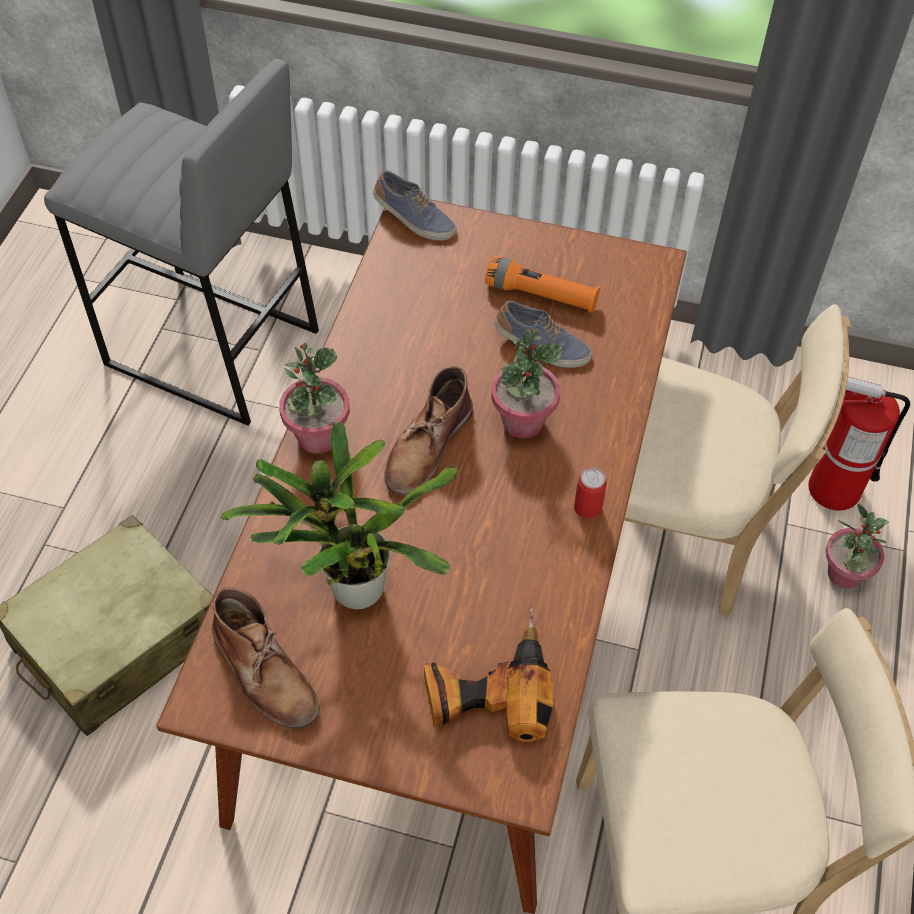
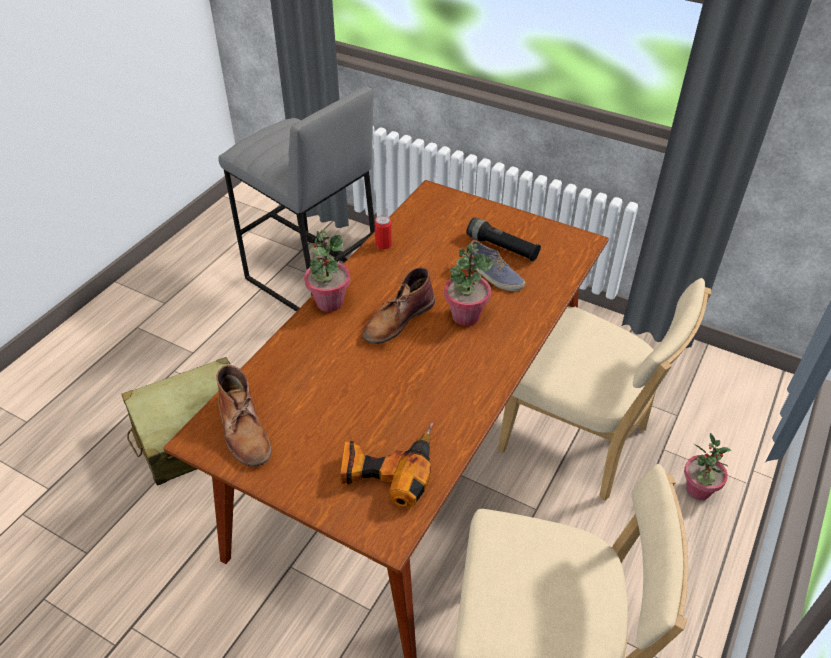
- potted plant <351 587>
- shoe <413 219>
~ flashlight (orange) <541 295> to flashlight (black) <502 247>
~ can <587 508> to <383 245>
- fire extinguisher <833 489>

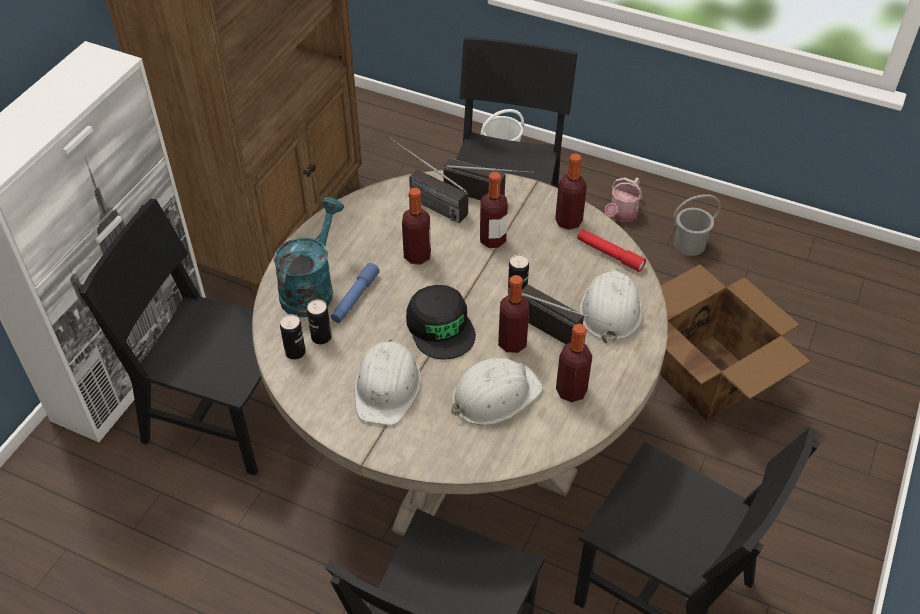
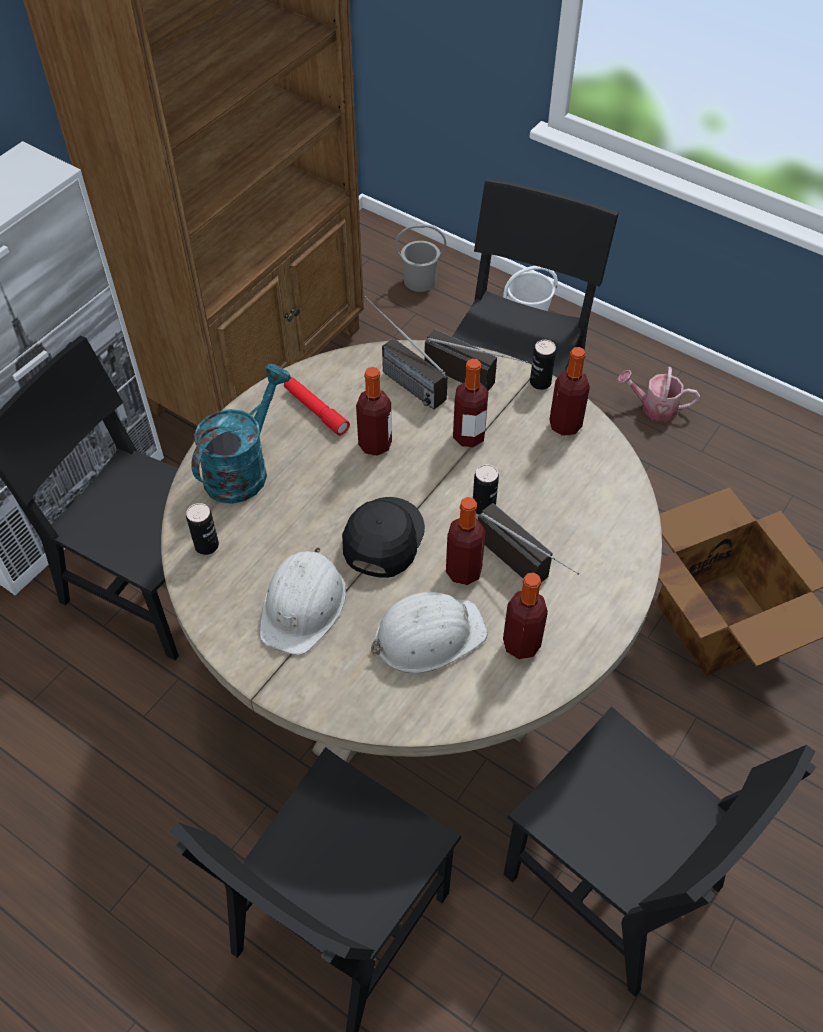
~ can <321 337> to <540 382>
- flashlight (blue) <355 298>
~ cap (black) <440 327> = <383 538> 150 degrees counterclockwise
~ flashlight (red) <609 254> to <316 410>
- hard hat (white) <610 309>
~ watering can <621 215> = <654 407> 60 degrees clockwise
~ bucket (grey) <689 244> to <419 280>

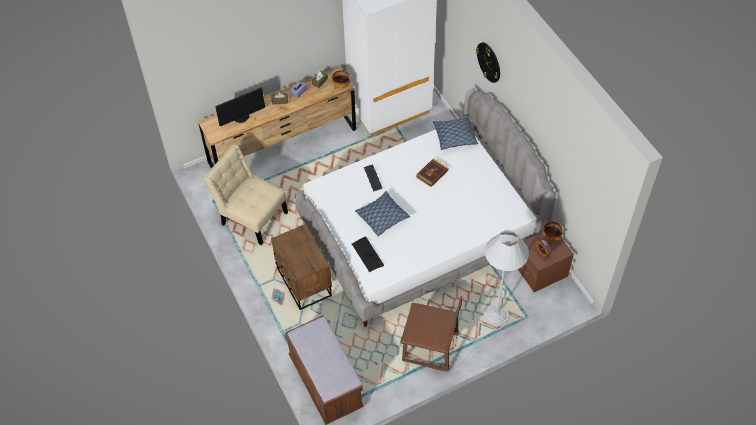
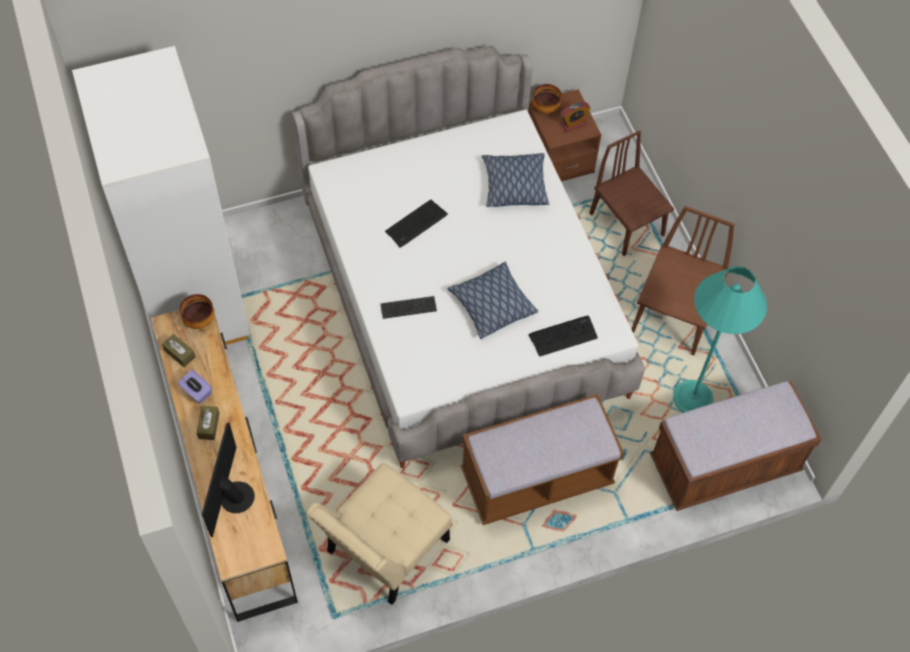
~ monitor <241 117> = <233 497> 150 degrees counterclockwise
~ nightstand (brown) <303 283> to bench (brown) <536 478>
~ book <432 174> to keyboard <416 224>
~ pillow <455 136> to <514 186>
- wall clock <489 62>
~ floor lamp (white) <496 315> to chair (brown) <626 224>
+ floor lamp (turquoise) <693 398>

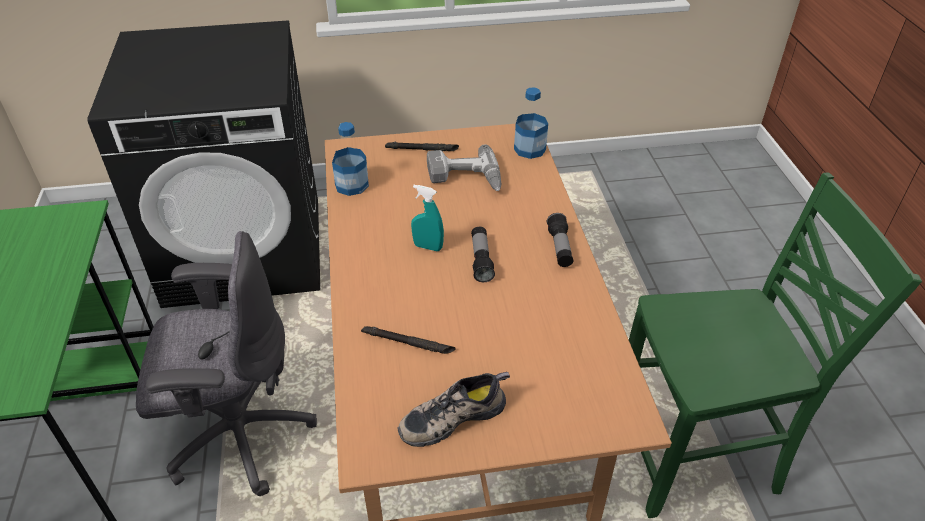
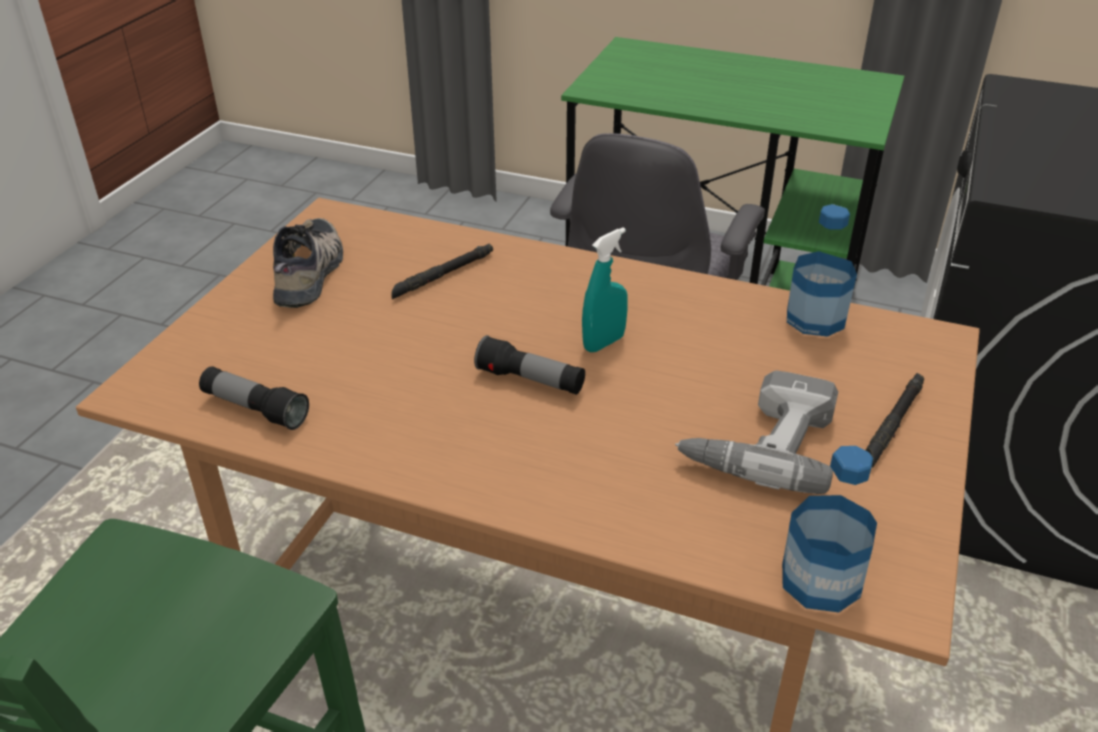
~ flashlight <559 247> to <255 409>

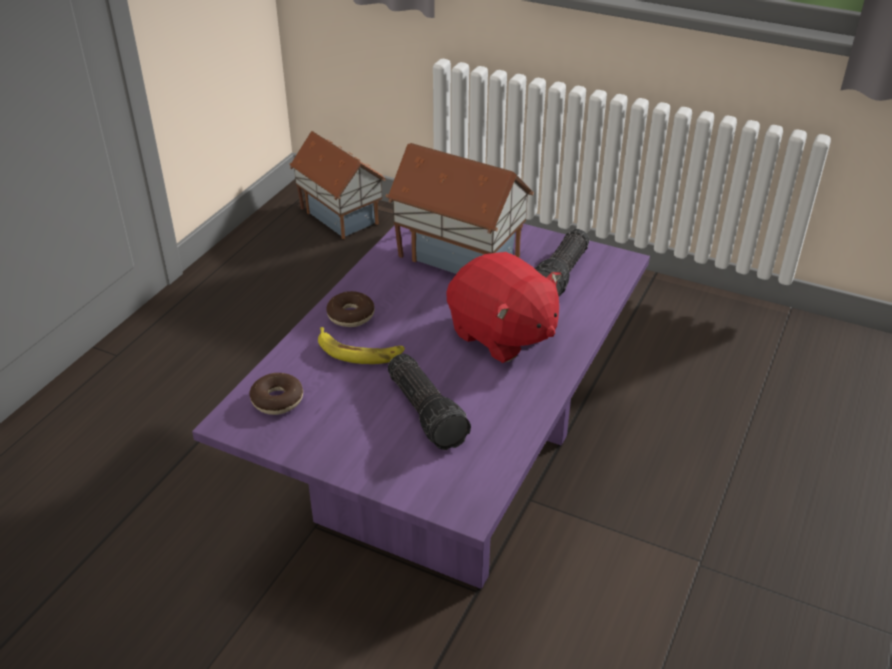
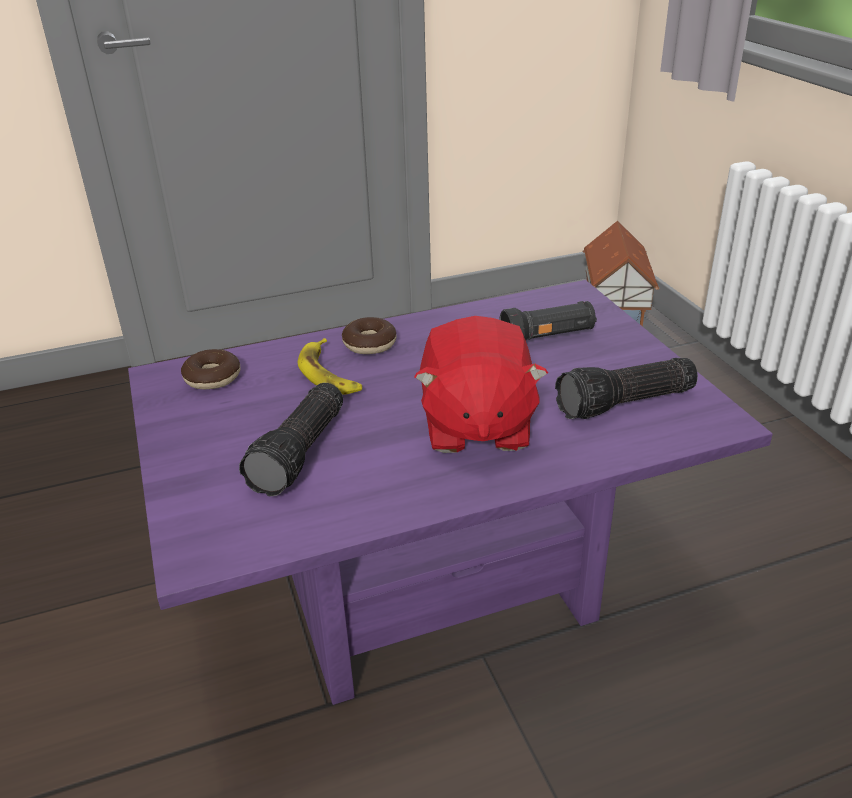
~ toy house <460 253> to flashlight (black) <548 338>

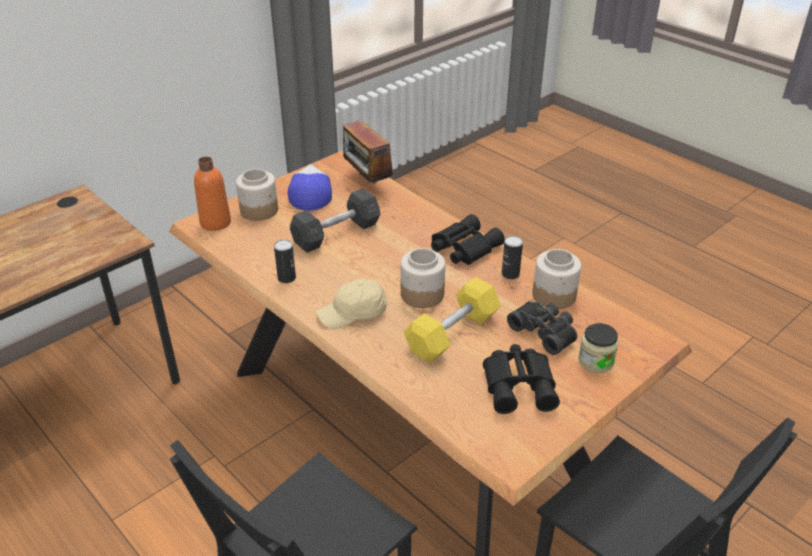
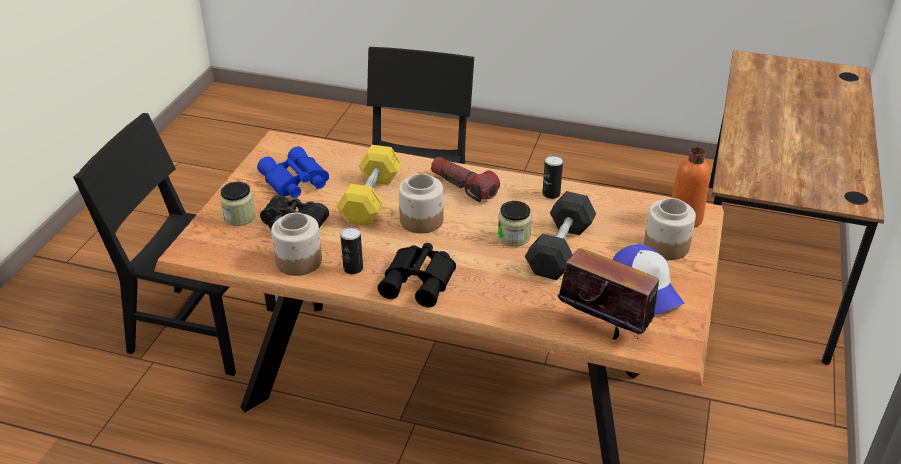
~ cap (beige) <353 313> to flashlight <464 186>
~ binoculars (black) <520 385> to binoculars (blue) <294 182>
+ jar <513 237>

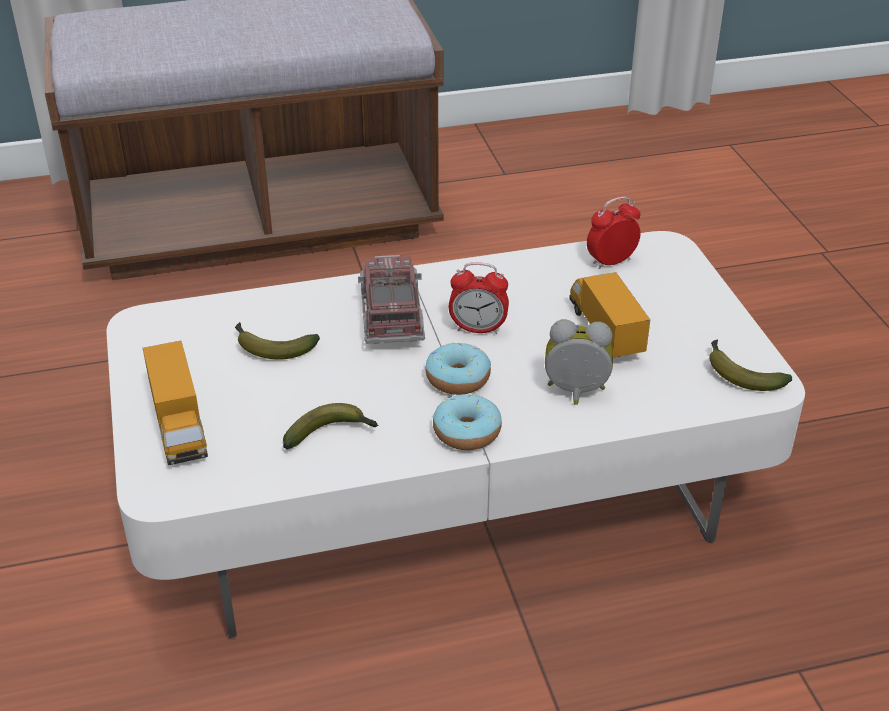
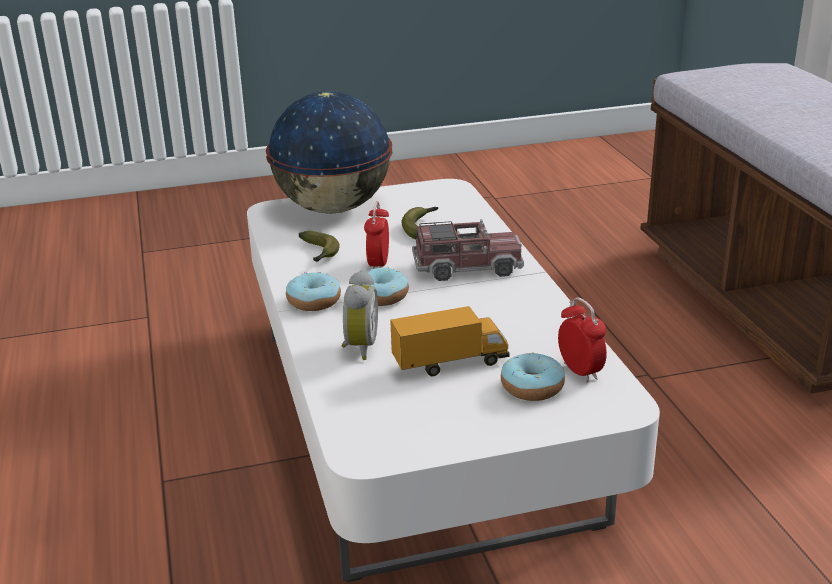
~ toy truck <179 426> to globe <334 208>
~ alarm clock <478 329> to <378 264>
- banana <740 373>
+ donut <532 387>

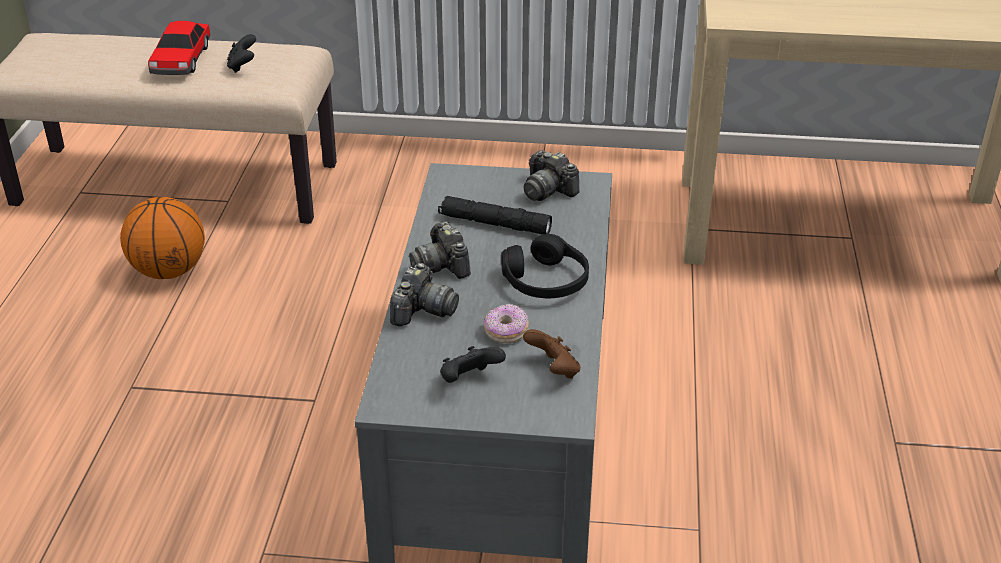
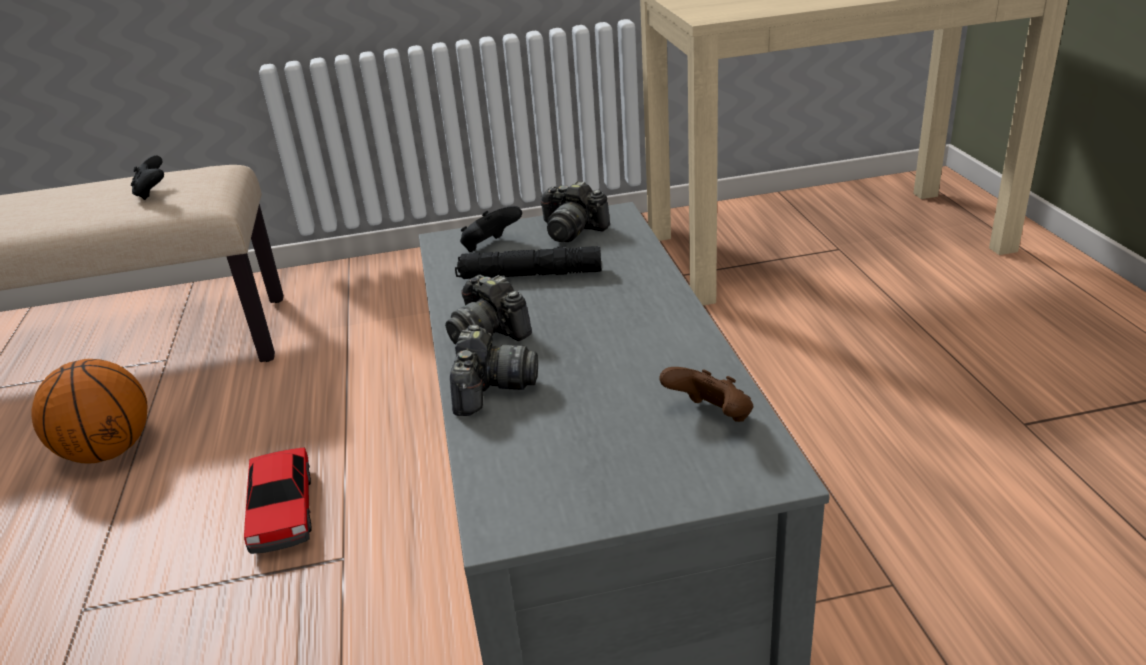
~ toy car <181 60> to <282 512>
~ game controller (black) <469 380> to <490 247>
- donut <506 332>
- headphones (black) <546 281>

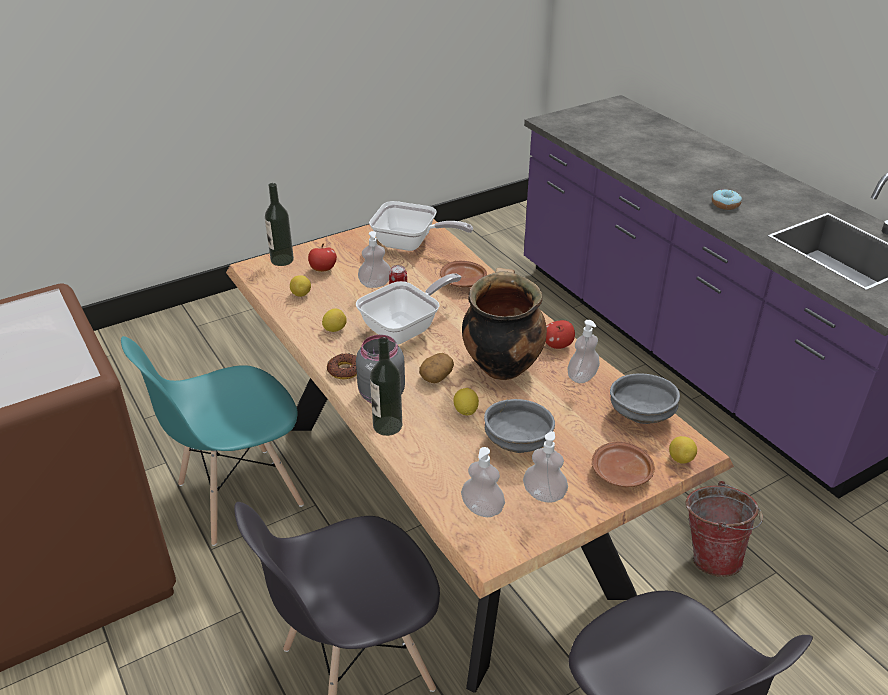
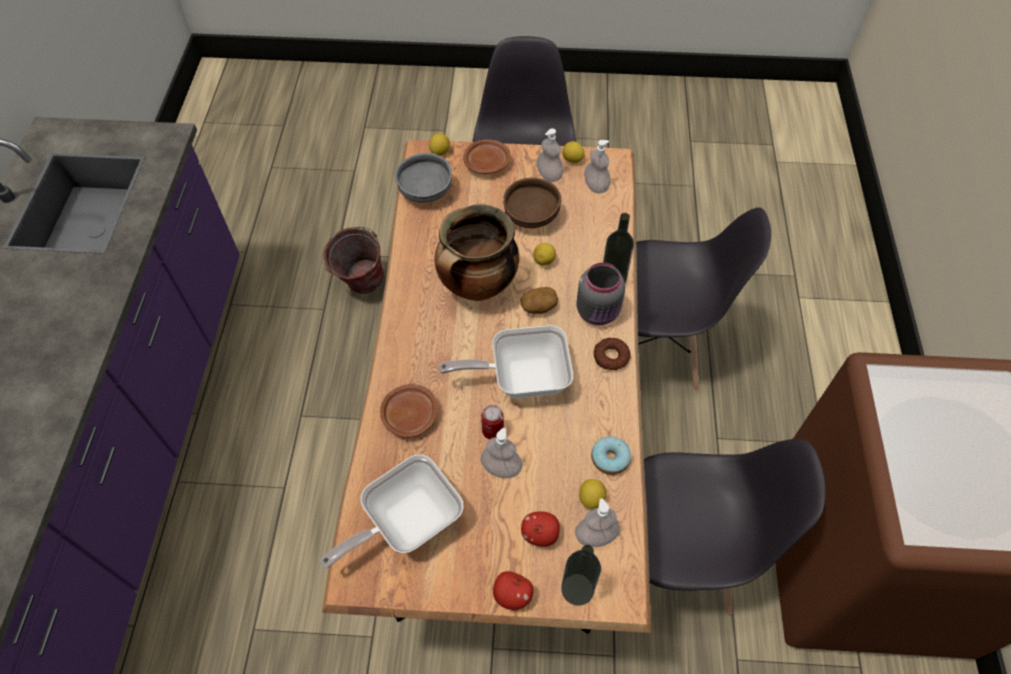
~ chair (turquoise) <238 495> to chair (grey) <677 562>
~ lemon <335 329> to <572 160>
~ frying pan <411 244> = <405 523> 90 degrees counterclockwise
~ bowl (grey) <518 442> to bowl (brown) <530 216>
~ apple <557 345> to <512 595>
~ soap dispenser <582 377> to <595 536>
~ donut <725 204> to <610 458>

